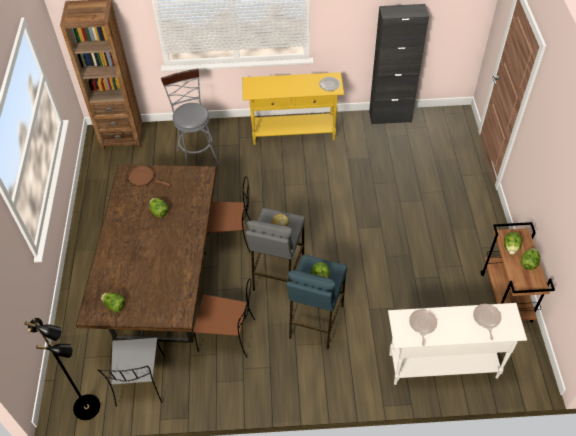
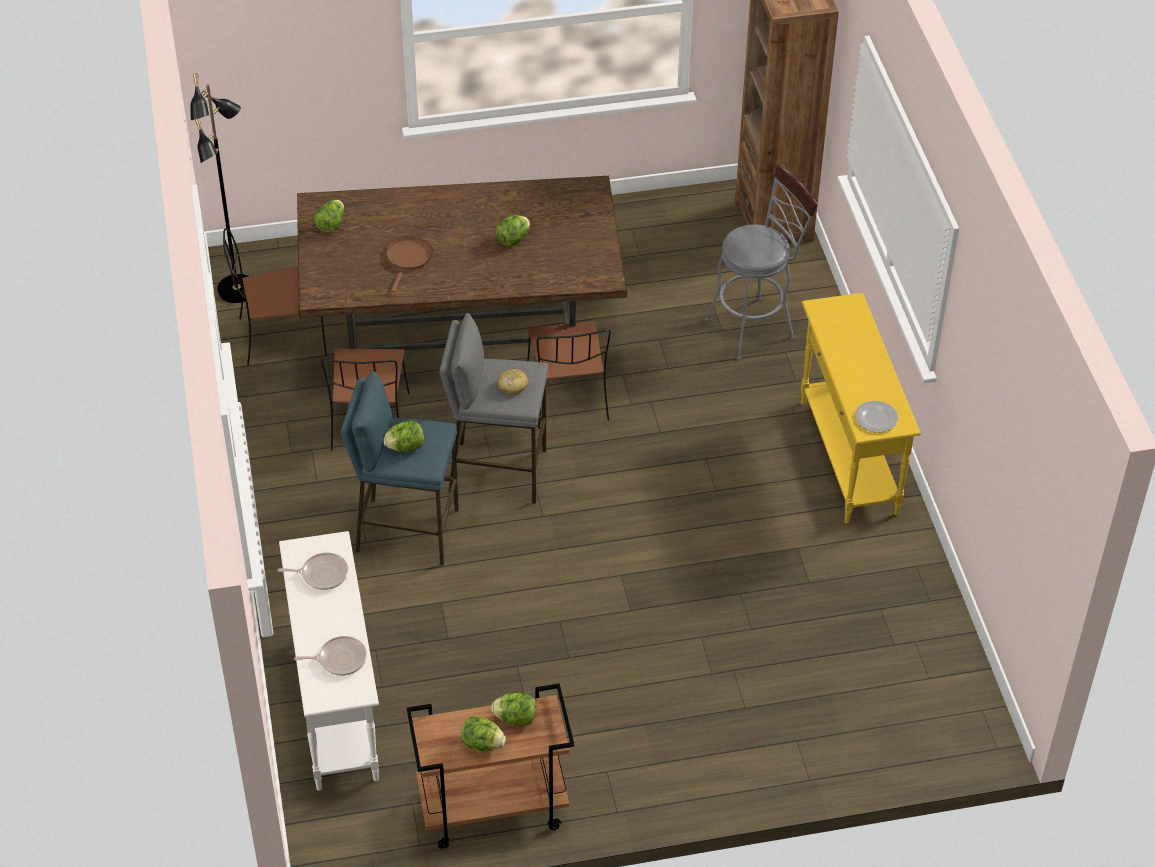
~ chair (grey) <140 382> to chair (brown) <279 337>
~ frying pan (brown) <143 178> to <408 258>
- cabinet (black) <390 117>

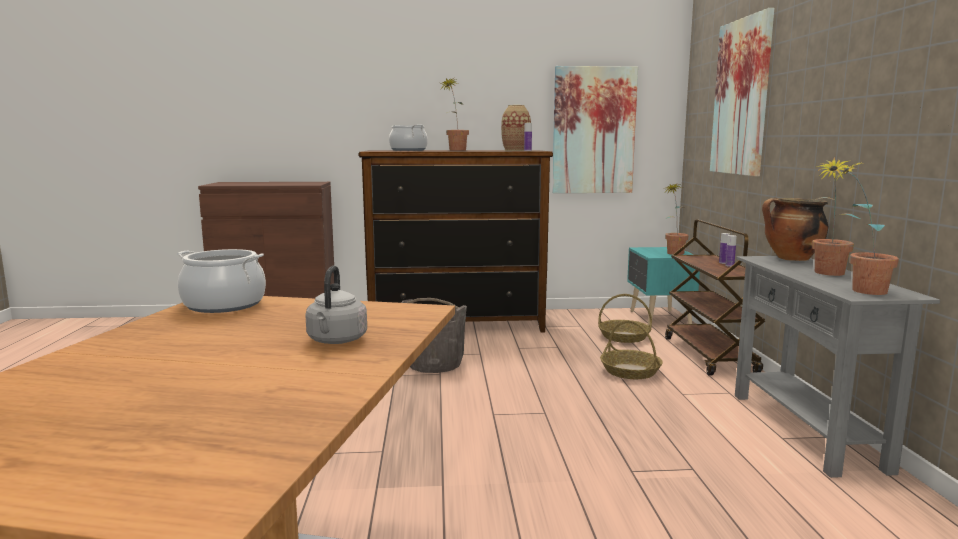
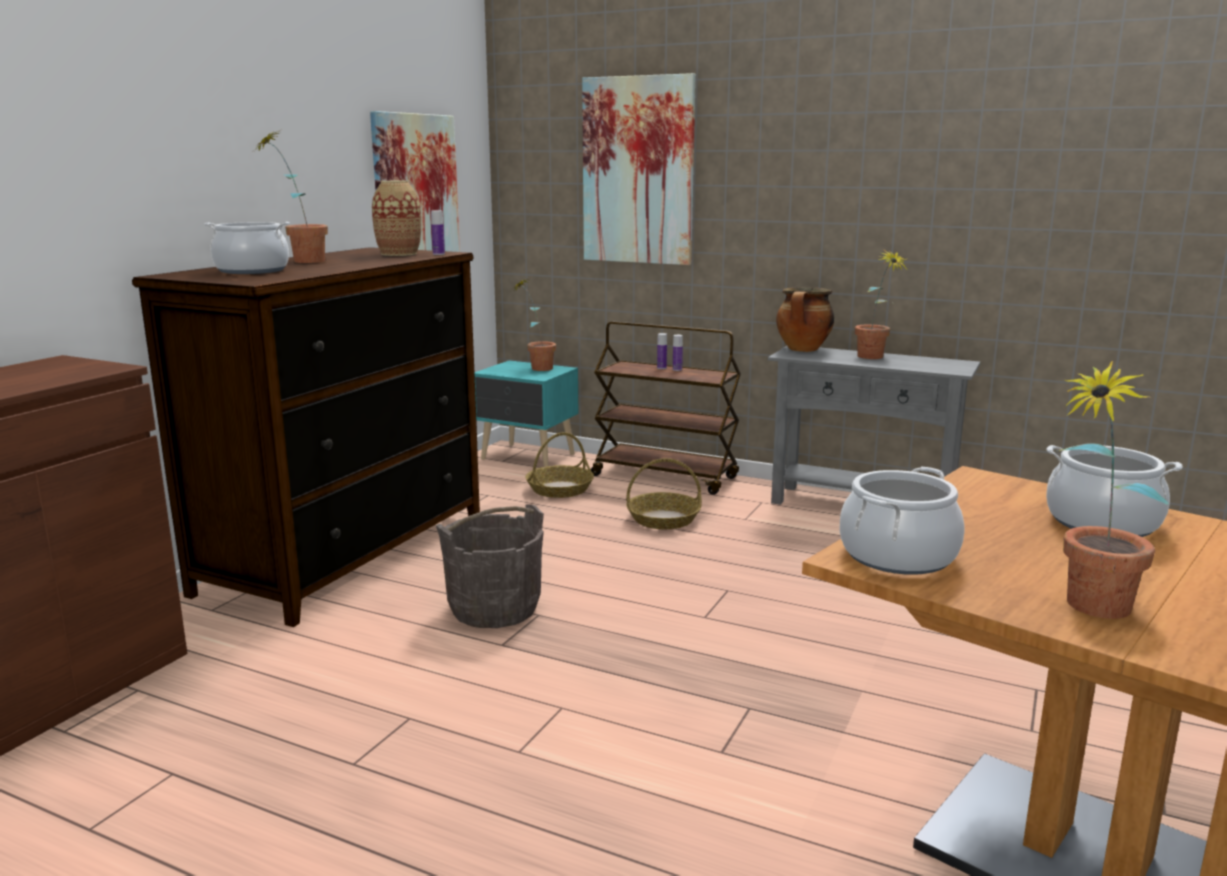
~ kettle (grey) <336 341> to cooking pot <1102 523>
~ potted plant <858 290> to <1087 610>

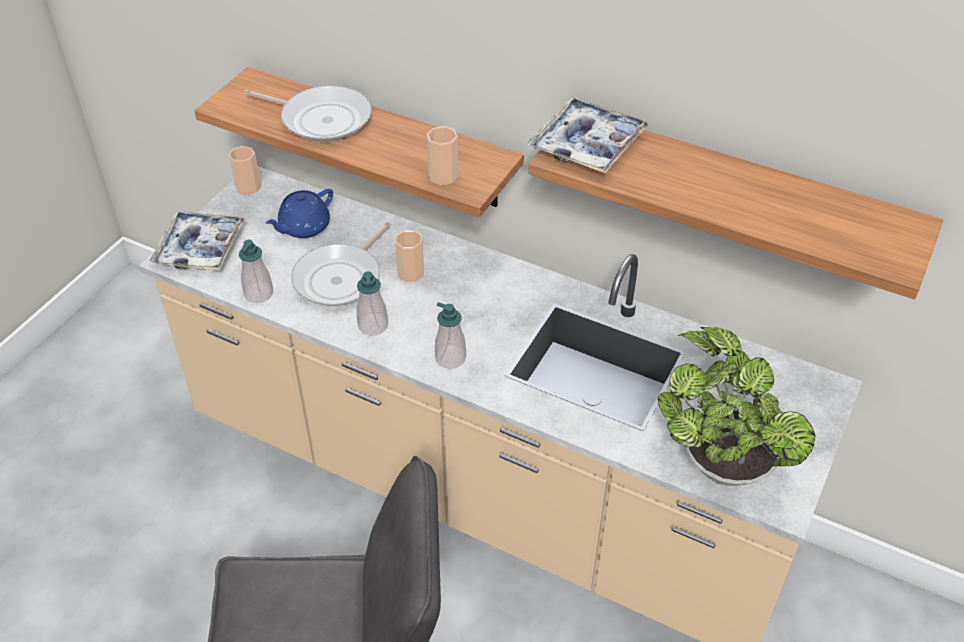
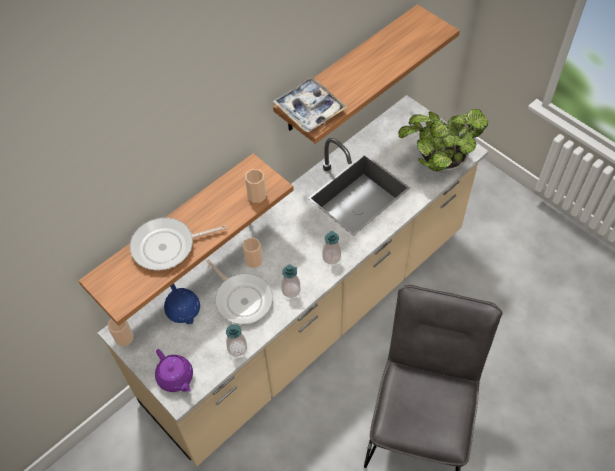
~ tray <200 248> to teapot (purple) <176 378>
~ frying pan <321 119> = <167 246> 150 degrees counterclockwise

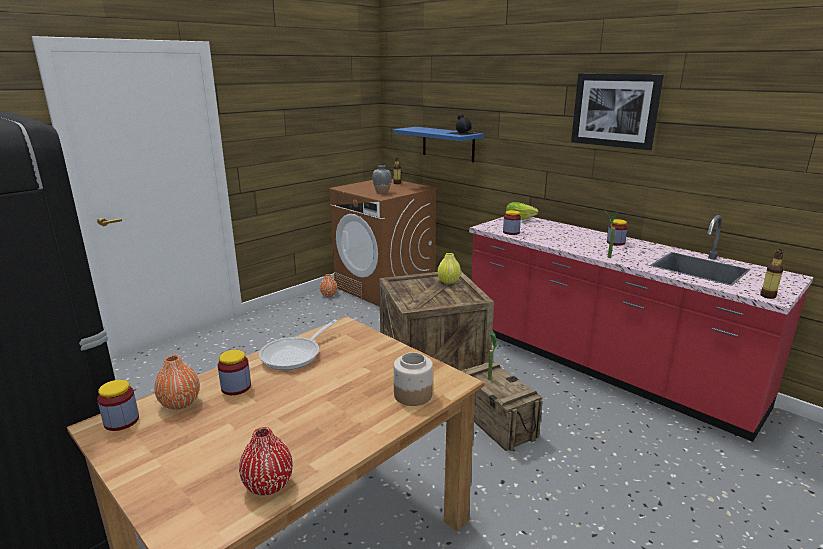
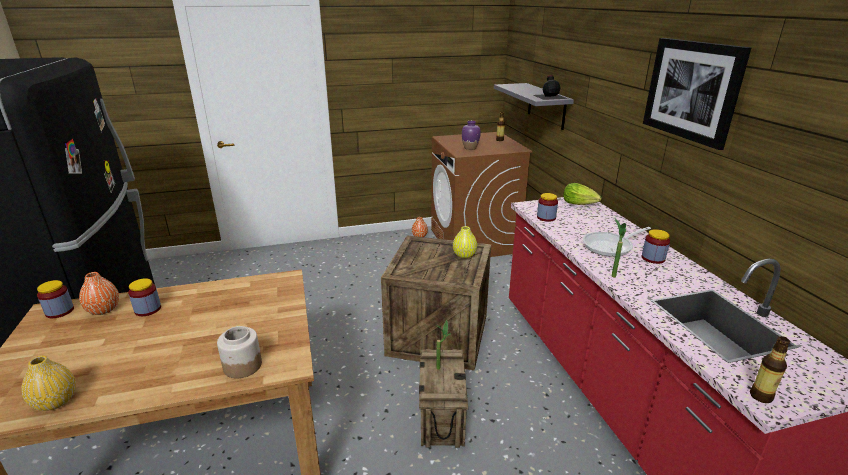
~ vase (red) <268 485> to vase (yellow) <56 401>
~ frying pan <295 355> to <610 246>
~ vase (grey) <382 192> to vase (purple) <470 148>
~ shelf (blue) <448 144> to shelf (grey) <546 106>

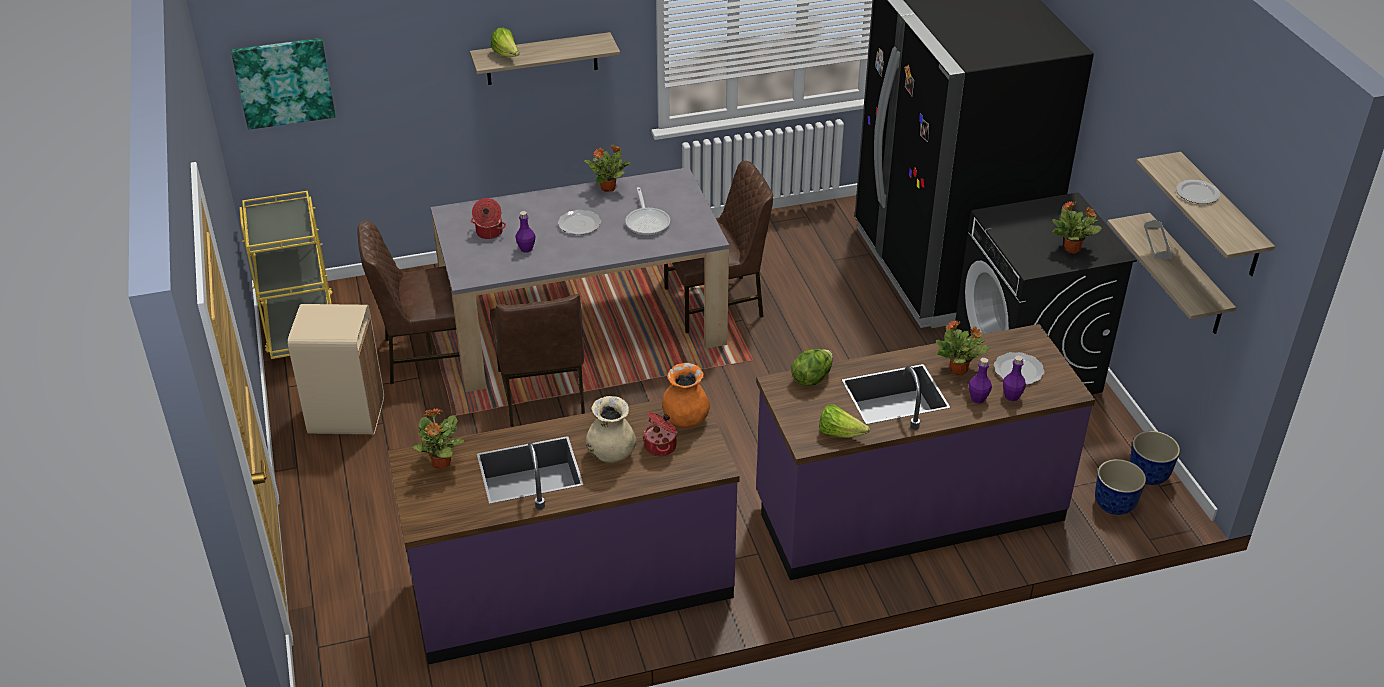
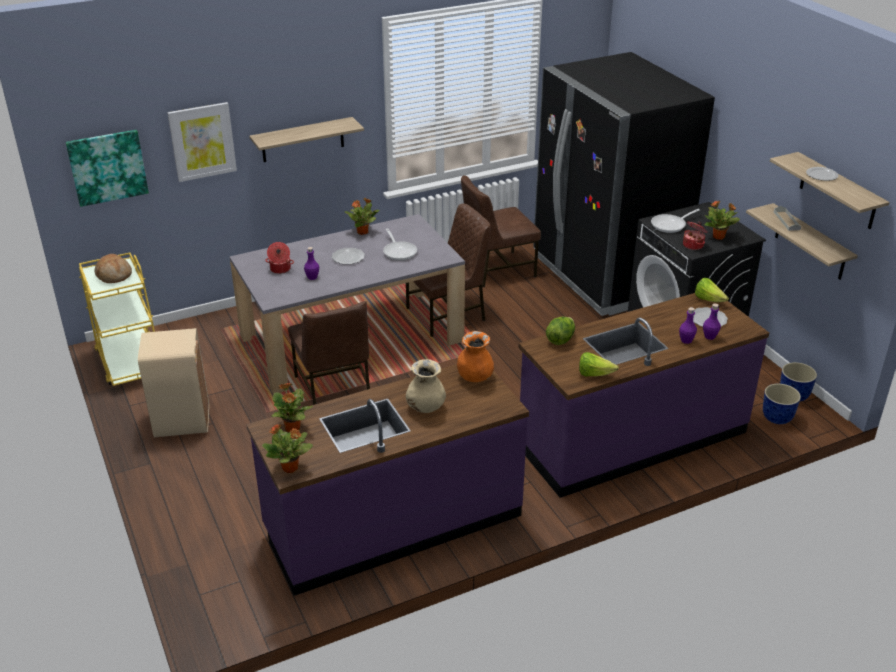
~ chair (brown) <428 355> to <497 270>
~ lettuce <506 55> to <709 300>
~ cooking pot <661 446> to <693 245>
~ potted plant <959 370> to <290 468>
+ bread <114 275>
+ picture <202 141>
+ frying pan <671 225>

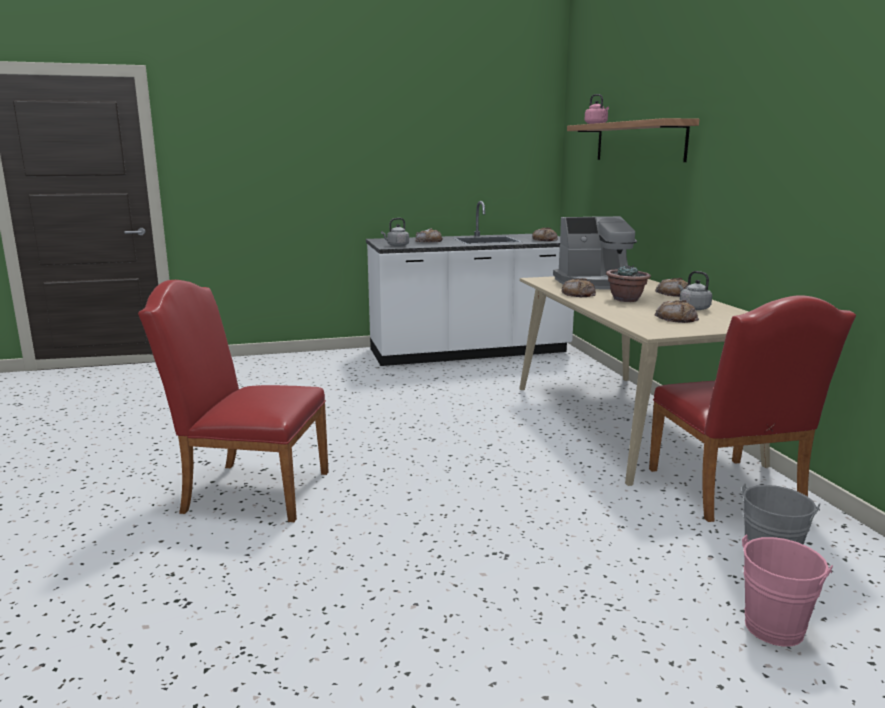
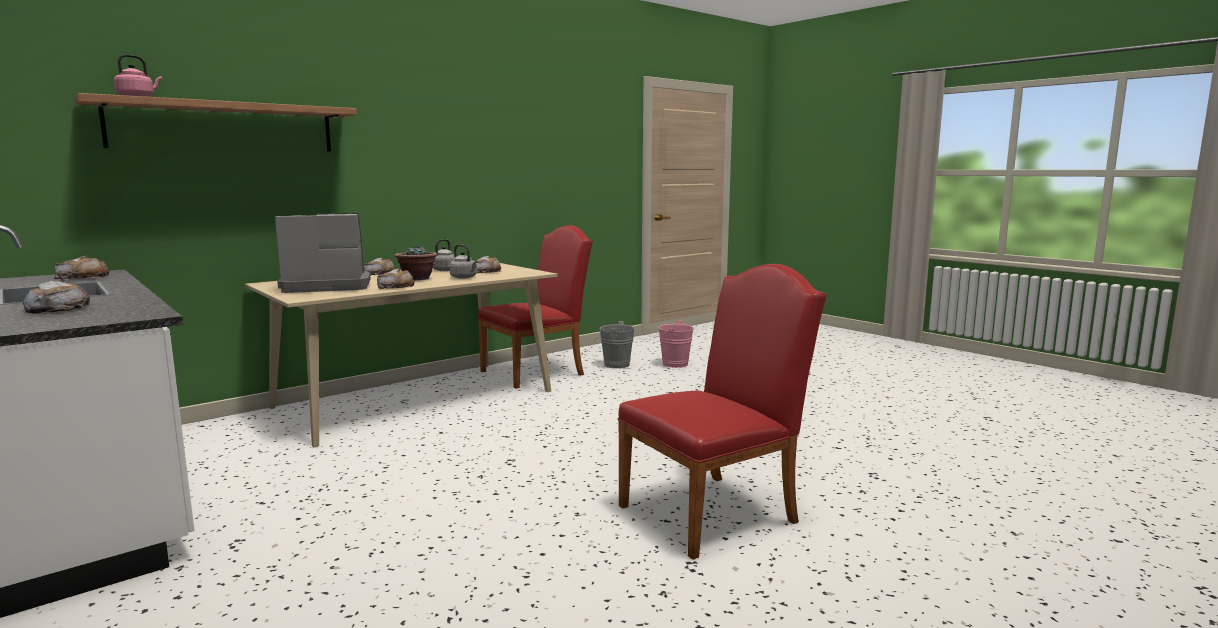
~ chair (red) <248 490> = <716 511> 105 degrees counterclockwise
~ kettle (grey) <396 246> to <464 277>
~ coffee machine <595 283> = <326 286> 75 degrees counterclockwise

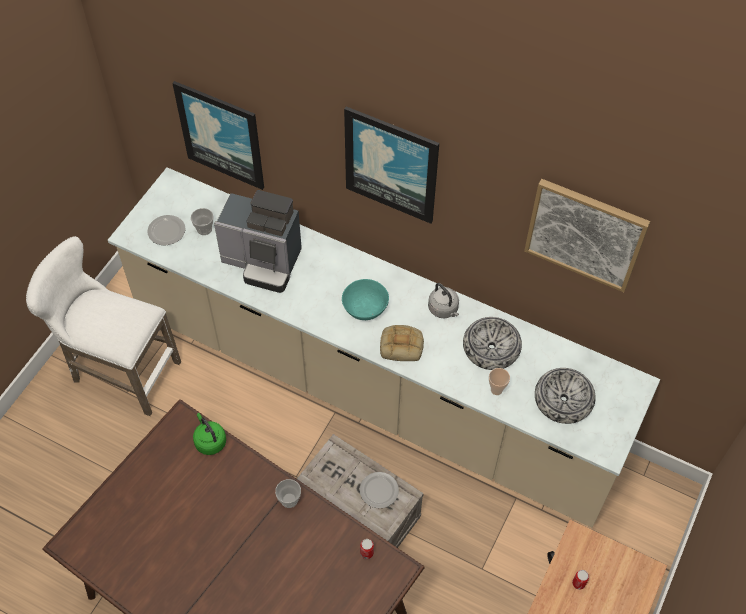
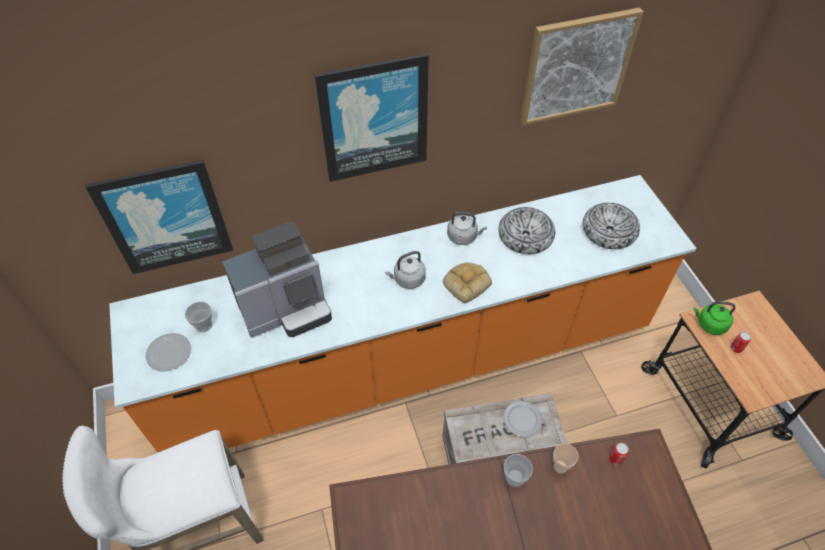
~ counter (beige) <372 389> to counter (orange) <412 364>
~ kettle (green) <210 441> to <709 324>
~ bowl (turquoise) <365 307> to kettle (grey) <407 280>
~ cup <496 390> to <560 466>

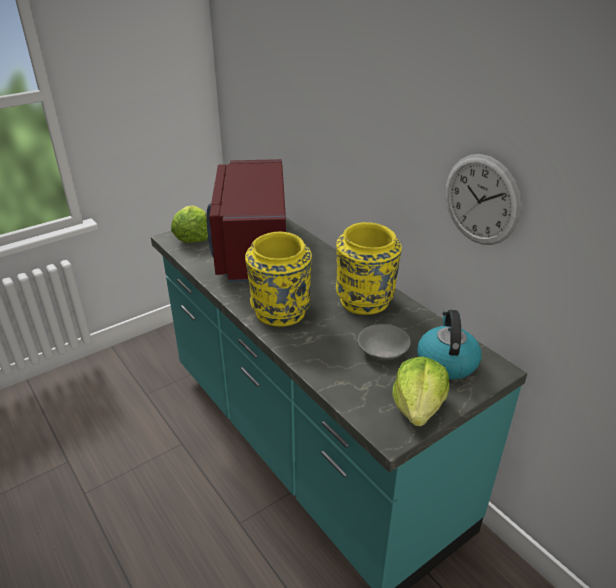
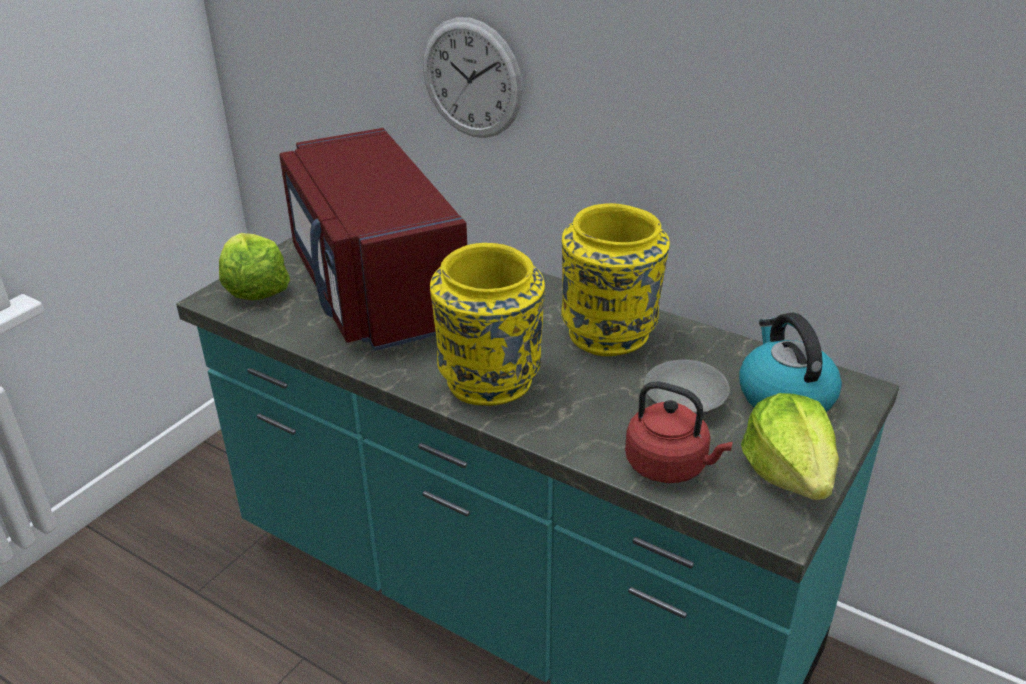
~ wall clock <481 200> to <471 78>
+ kettle (red) <670 466>

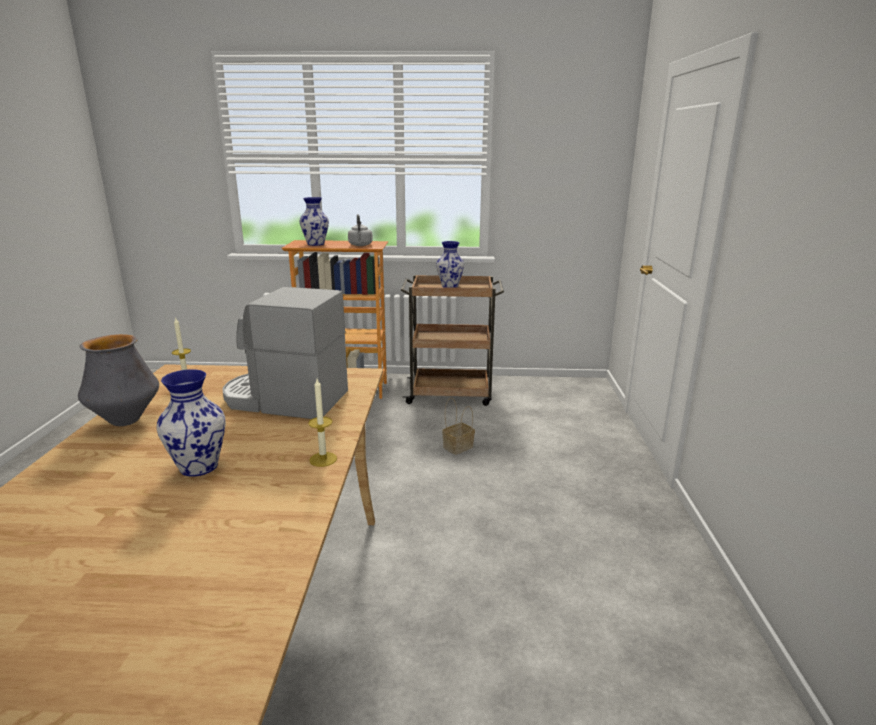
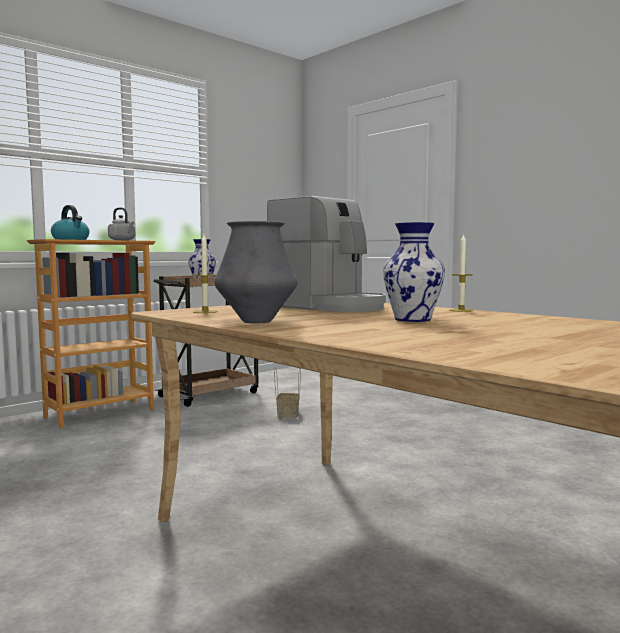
~ coffee machine <284 399> = <329 306> 105 degrees counterclockwise
~ vase <316 244> to kettle <71 239>

